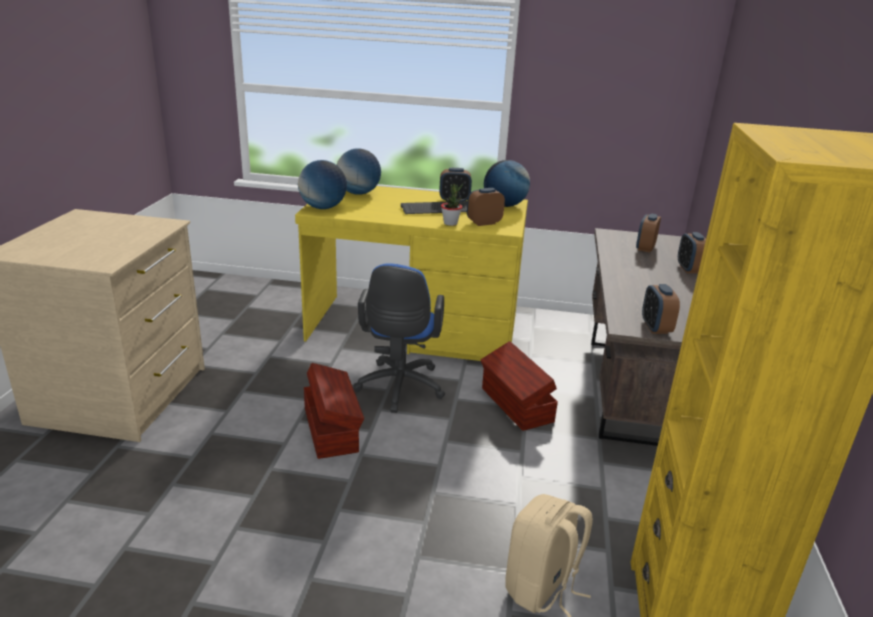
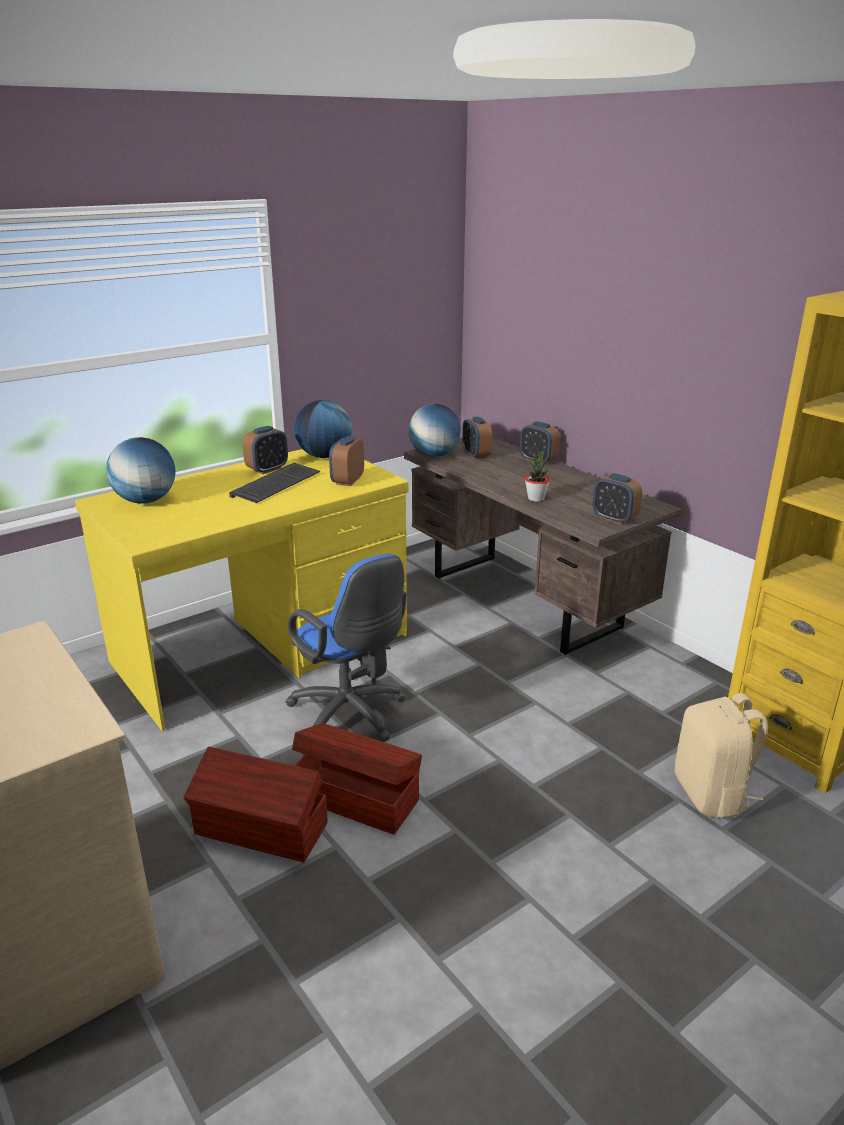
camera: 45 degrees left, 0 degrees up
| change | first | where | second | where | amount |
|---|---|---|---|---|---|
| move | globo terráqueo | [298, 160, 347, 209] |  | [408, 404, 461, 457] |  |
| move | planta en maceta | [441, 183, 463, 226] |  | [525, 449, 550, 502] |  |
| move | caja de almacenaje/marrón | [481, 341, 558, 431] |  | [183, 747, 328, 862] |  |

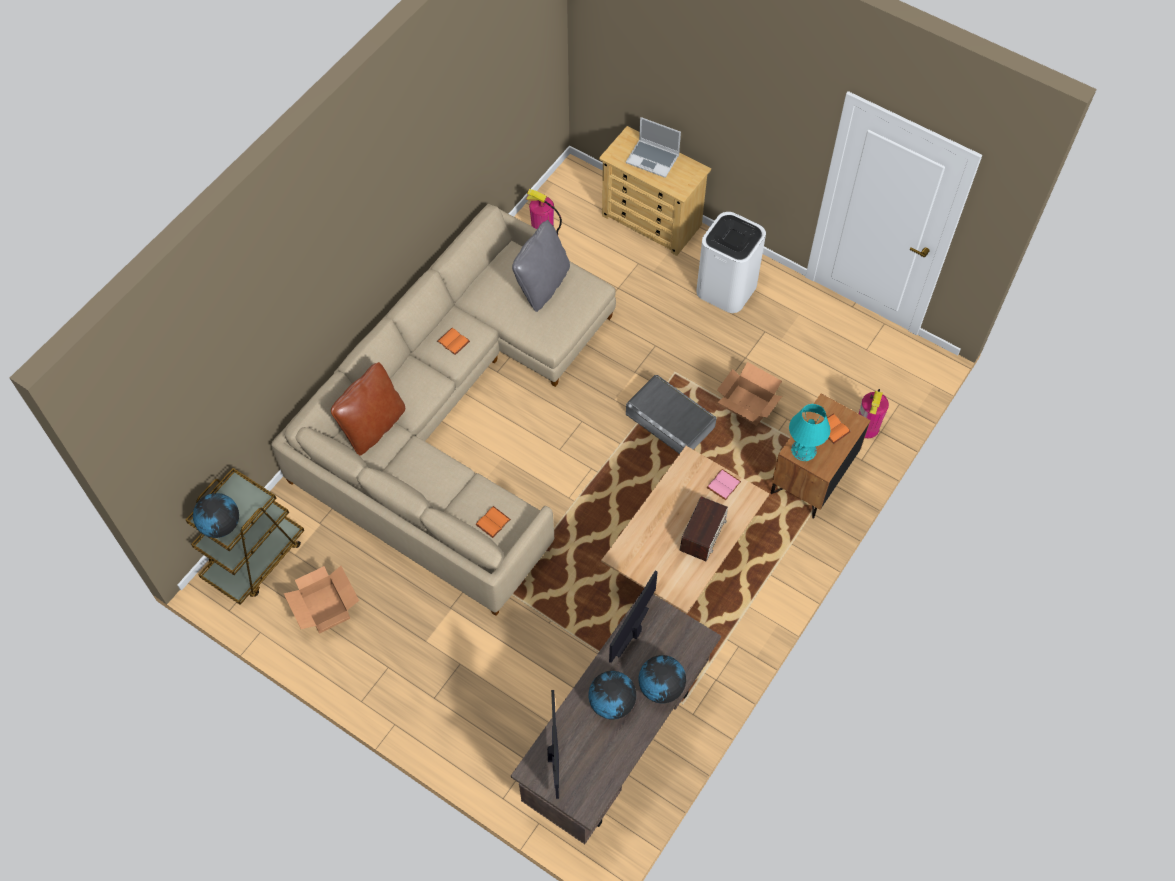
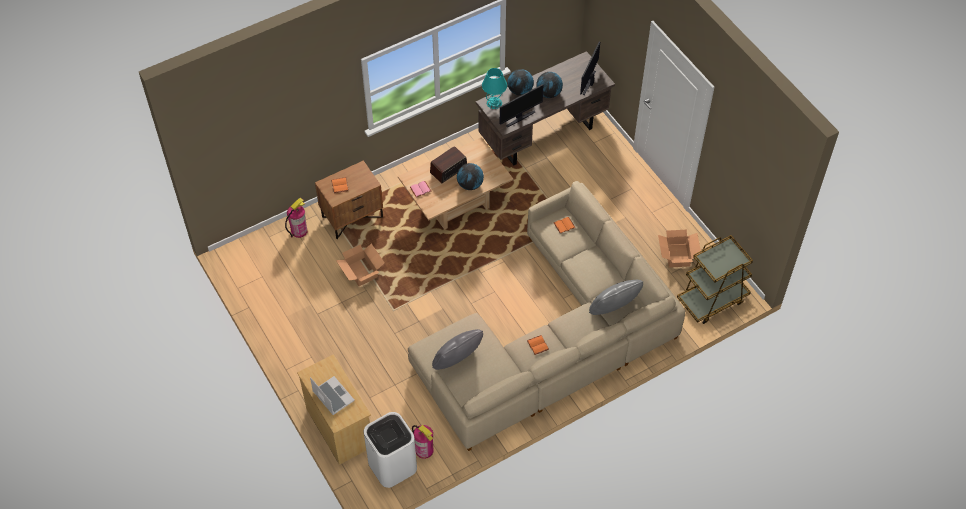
camera: 155 degrees left, 5 degrees down
| change | first | where | second | where | amount |
|---|---|---|---|---|---|
| move | globo terráqueo | [193, 493, 239, 538] |  | [457, 163, 484, 190] |  |
| recolor | cojín/marrón | [331, 362, 405, 456] | cojín/gris | [589, 280, 644, 315] |  |
| delete | caja de almacenaje/gris | [626, 375, 716, 454] |  |  |  |
| move | papelera/blanco | [696, 212, 766, 313] |  | [364, 412, 417, 488] |  |
| move | lámpara de mesa/turquesa | [789, 404, 830, 461] |  | [482, 68, 507, 109] |  |

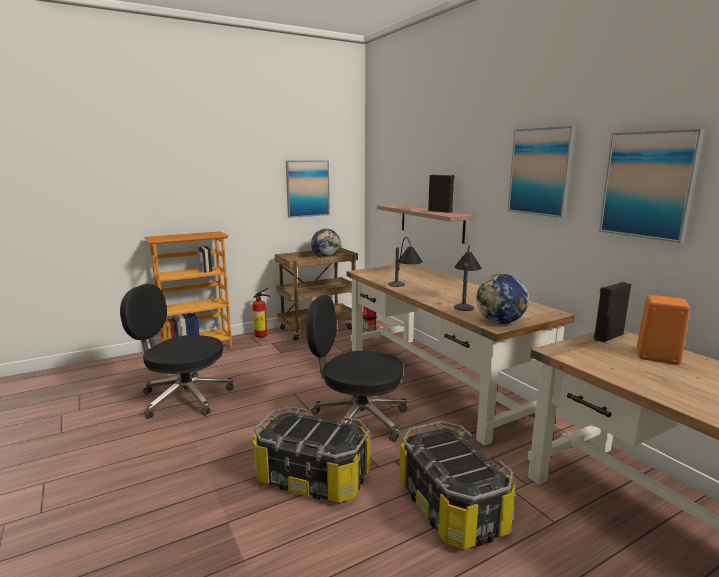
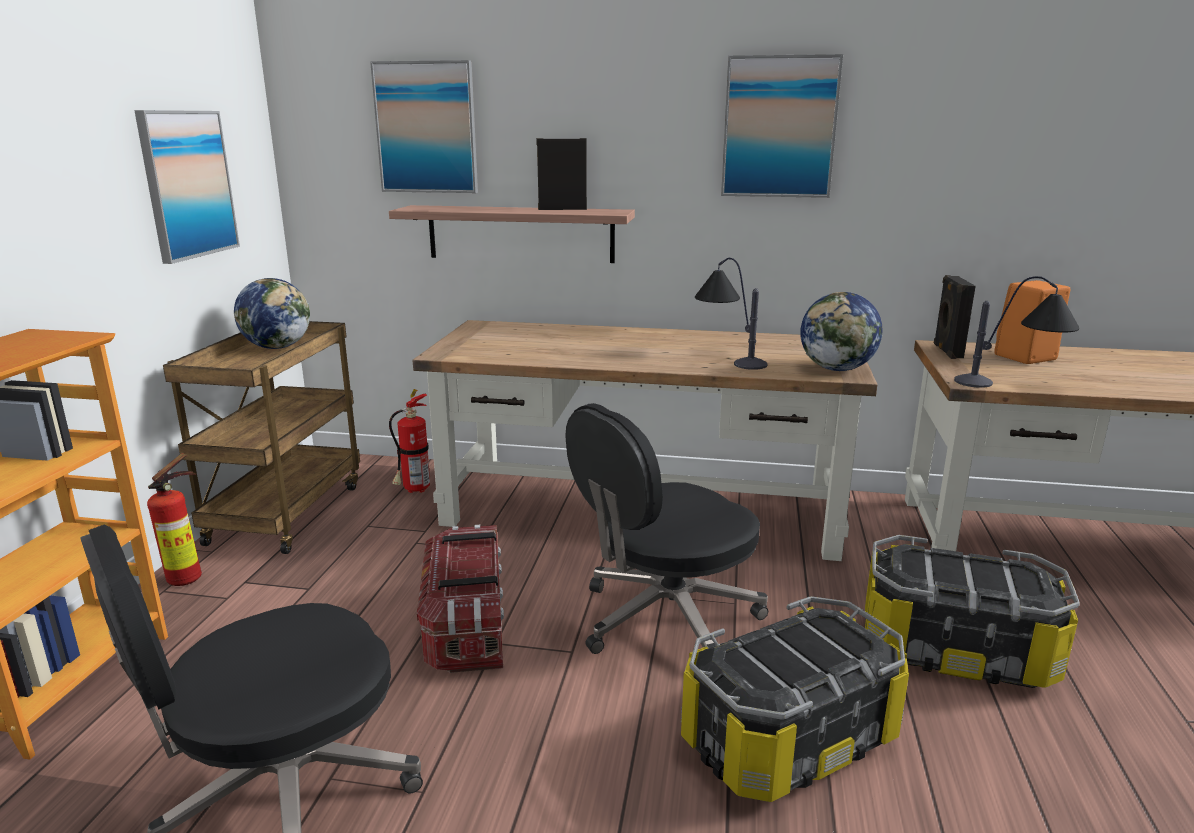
camera: 50 degrees left, 5 degrees up
| change | first | where | second | where | amount |
|---|---|---|---|---|---|
| move | lámpara de mesa | [388, 237, 423, 287] |  | [954, 276, 1080, 388] |  |
| move | cuadro | [599, 129, 705, 243] |  | [370, 60, 478, 193] |  |
| insert |  |  | caja de almacenaje | [417, 525, 504, 673] |  |

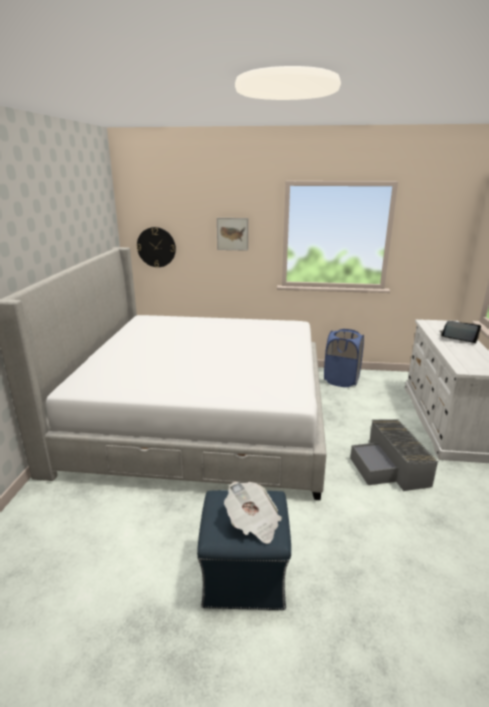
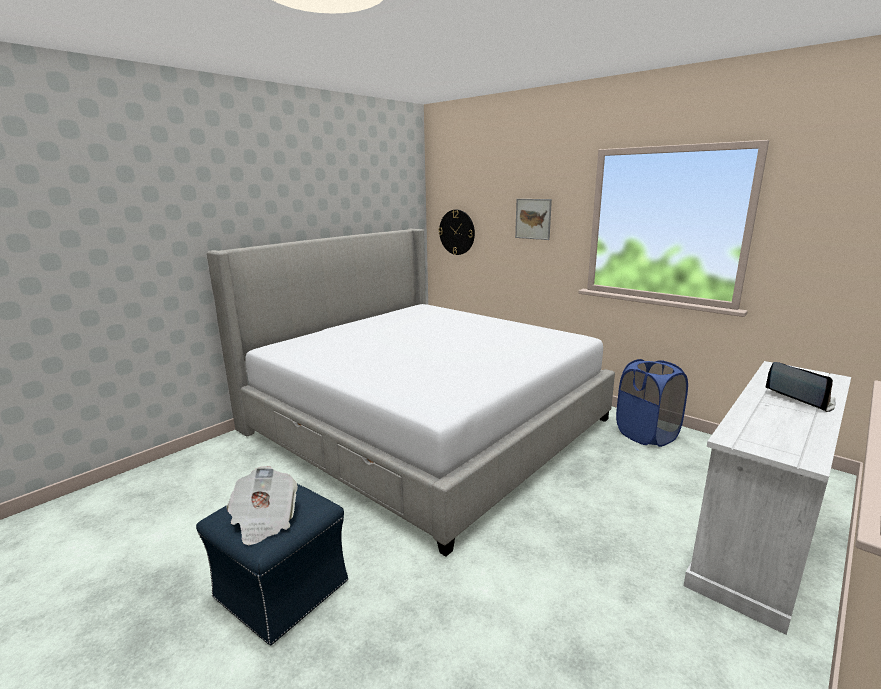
camera: 35 degrees right, 5 degrees down
| change | first | where | second | where | amount |
|---|---|---|---|---|---|
| delete | caja de almacenaje/gris | [350, 419, 439, 491] |  |  |  |

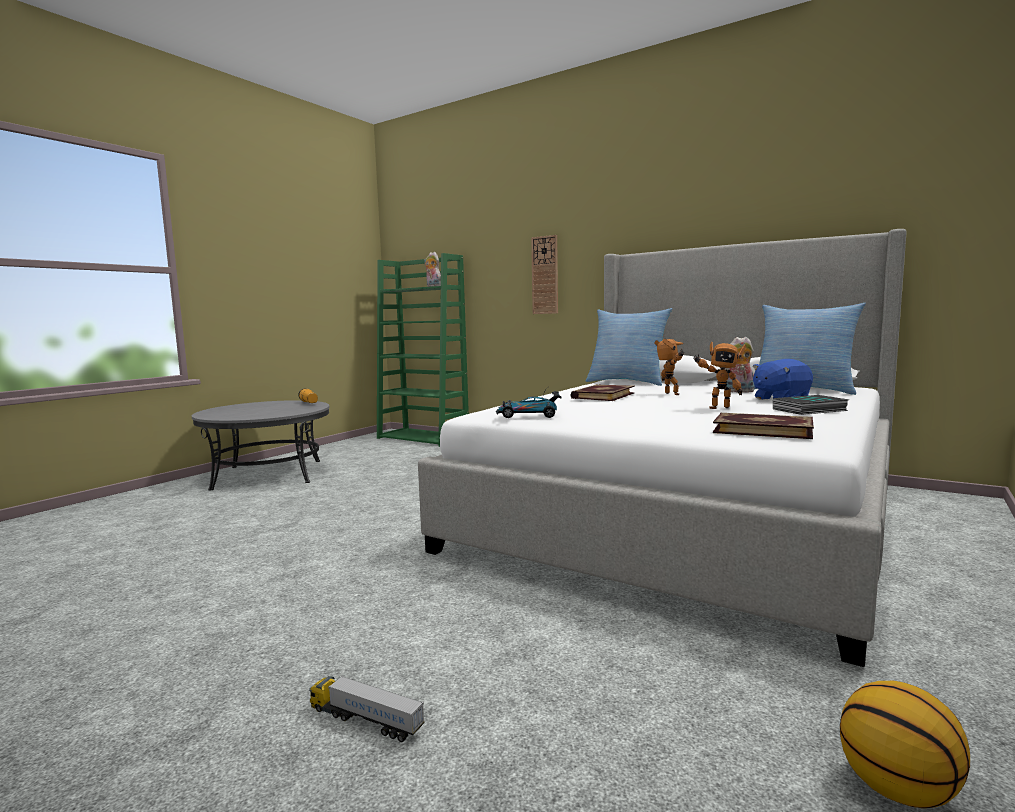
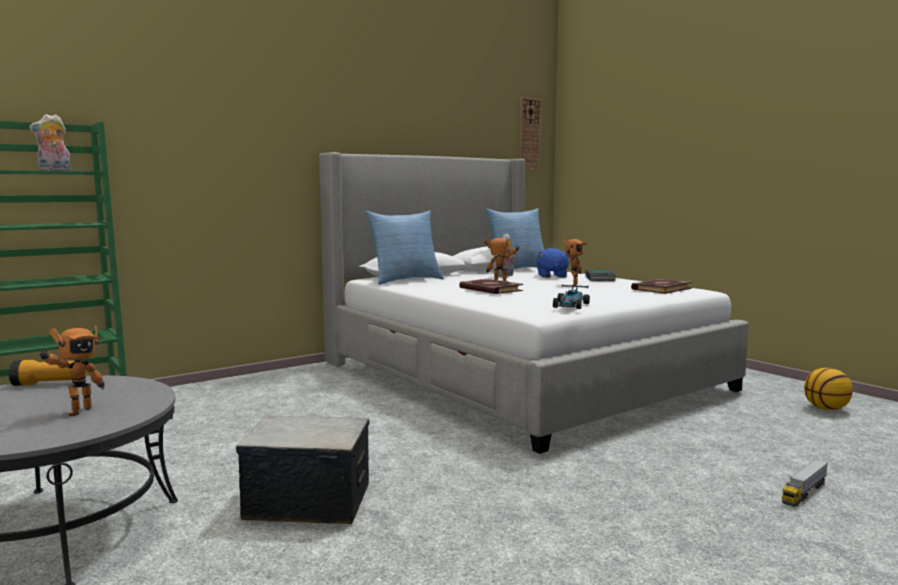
camera: 70 degrees left, 0 degrees up
| change | first | where | second | where | amount |
|---|---|---|---|---|---|
| move | reloj de pared | [531, 235, 558, 314] |  | [520, 97, 541, 170] |  |
| insert |  |  | robot de juguete | [39, 325, 105, 416] |  |
| insert |  |  | caja de almacenaje | [236, 415, 370, 524] |  |

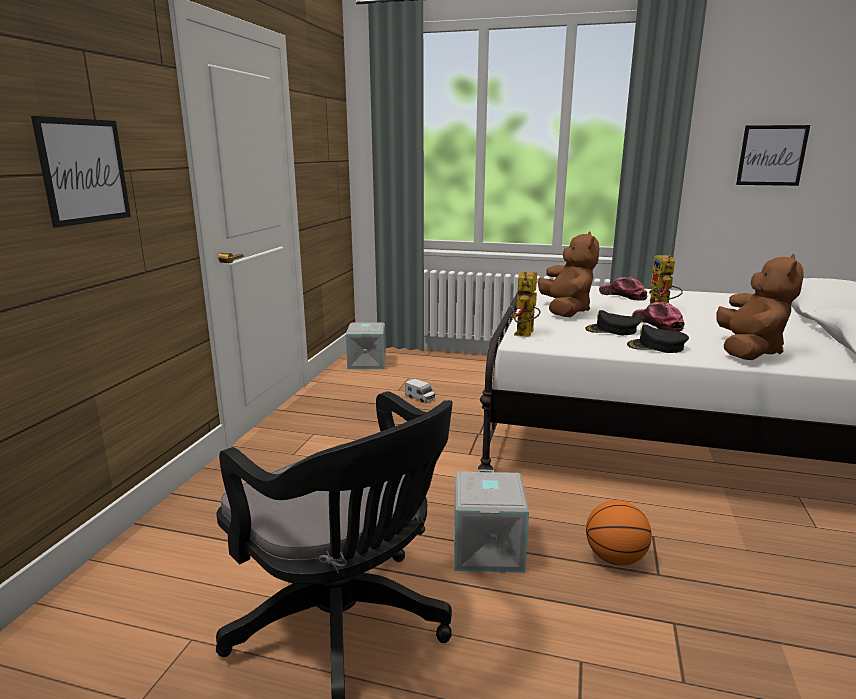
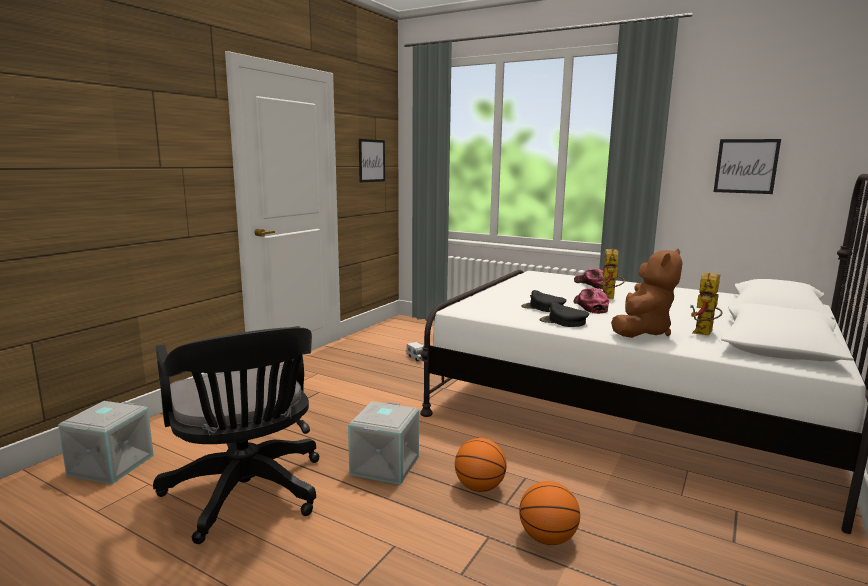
camera: 15 degrees right, 5 degrees down
| change | first | where | second | where | amount |
|---|---|---|---|---|---|
| move | cuadro | [31, 116, 131, 228] |  | [359, 139, 385, 182] |  |
| move | caja de almacenaje/gris | [346, 322, 386, 369] |  | [58, 401, 154, 484] |  |
| move | robot de juguete | [510, 271, 541, 336] |  | [690, 272, 723, 336] |  |
| delete | peluche/marrón | [538, 231, 599, 317] |  |  |  |
| insert |  |  | balón de baloncesto | [519, 481, 580, 545] |  |

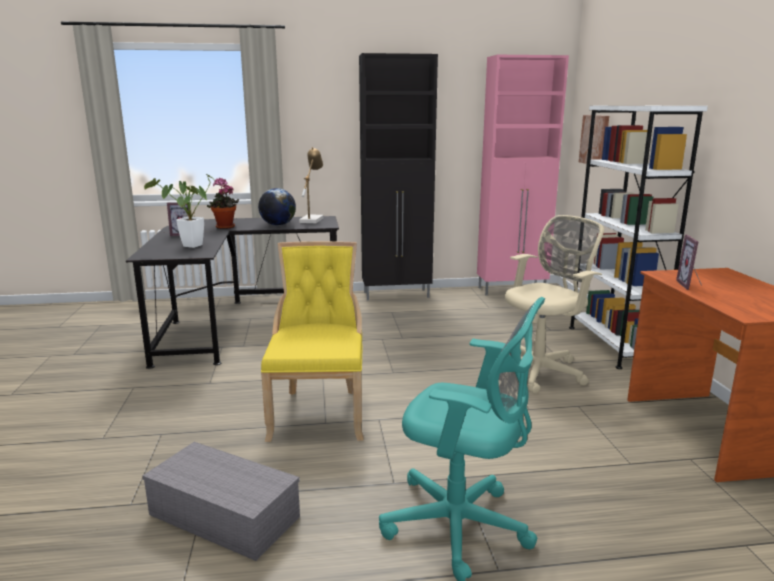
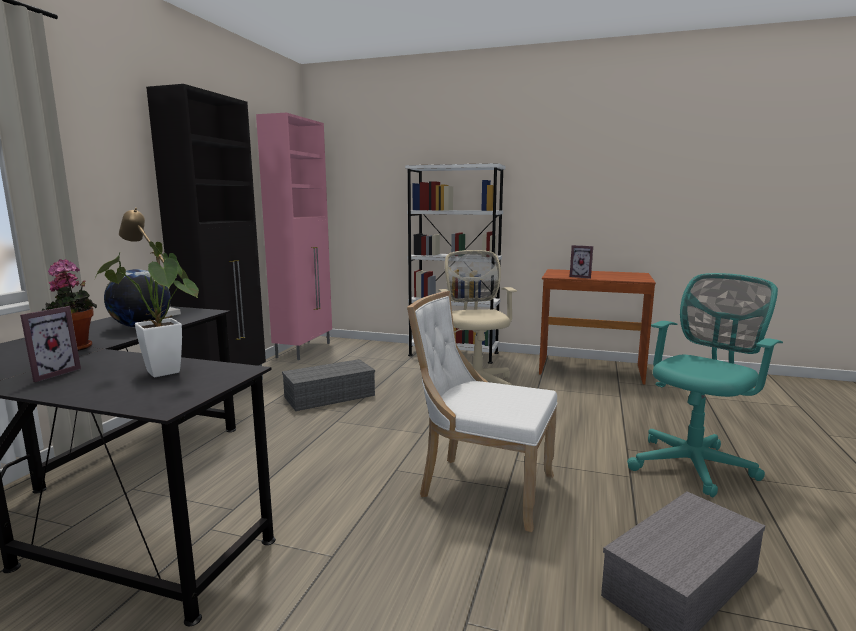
camera: 65 degrees left, 5 degrees down
| change | first | where | second | where | amount |
|---|---|---|---|---|---|
| recolor | silla/amarillo | [261, 241, 364, 442] | silla/blanco | [407, 291, 557, 532] |  |
| delete | cuadro | [579, 115, 609, 167] |  |  |  |
| insert |  |  | caja de almacenaje/gris | [282, 359, 375, 411] |  |

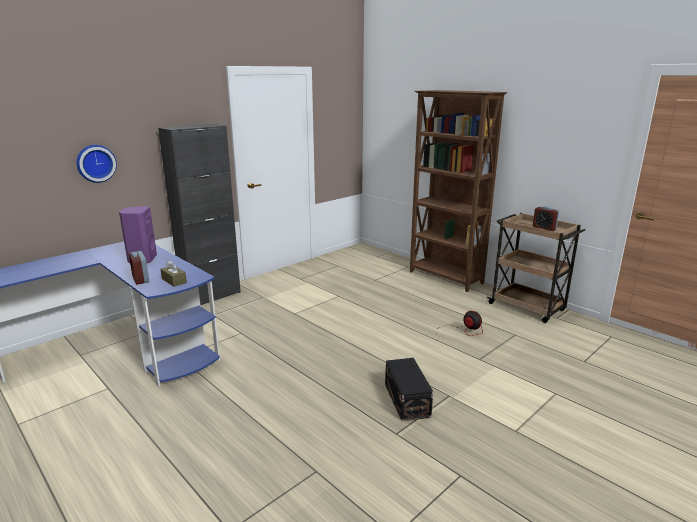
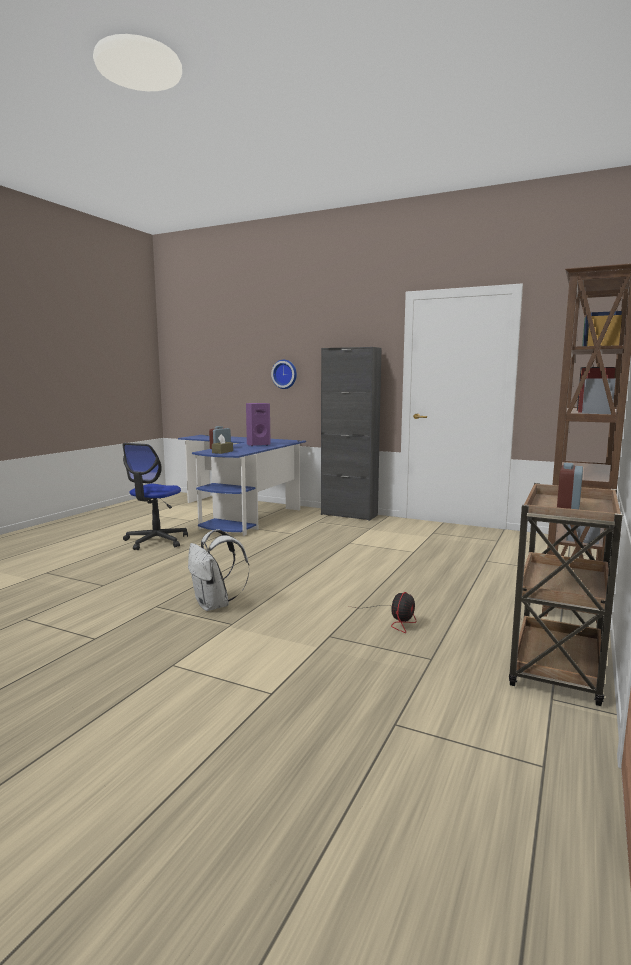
camera: 70 degrees right, 10 degrees down
| change | first | where | second | where | amount |
|---|---|---|---|---|---|
| replace | caja de almacenaje/negro | [385, 358, 433, 421] | mochila/blanco | [188, 529, 250, 611] |  |
| insert |  |  | silla de oficina | [123, 443, 188, 550] |  |

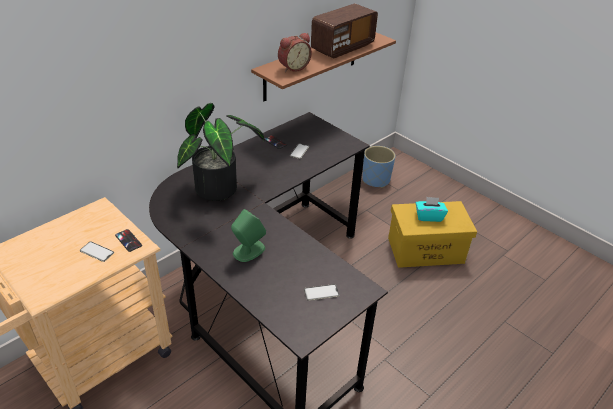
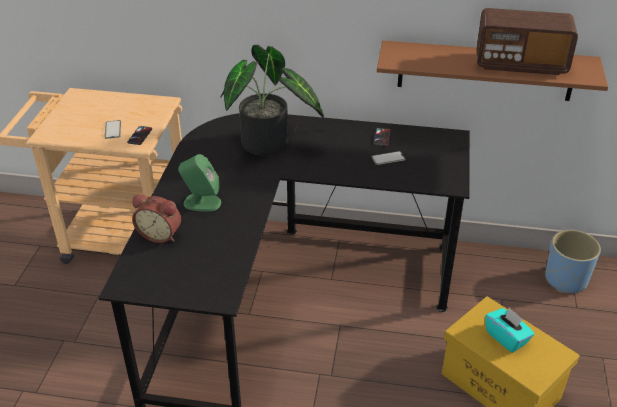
camera: 55 degrees right, 0 degrees up
| change | first | where | second | where | amount |
|---|---|---|---|---|---|
| move | despertador | [278, 33, 312, 72] |  | [132, 194, 181, 243] |  |
| delete | móvil | [304, 284, 339, 301] |  |  |  |

